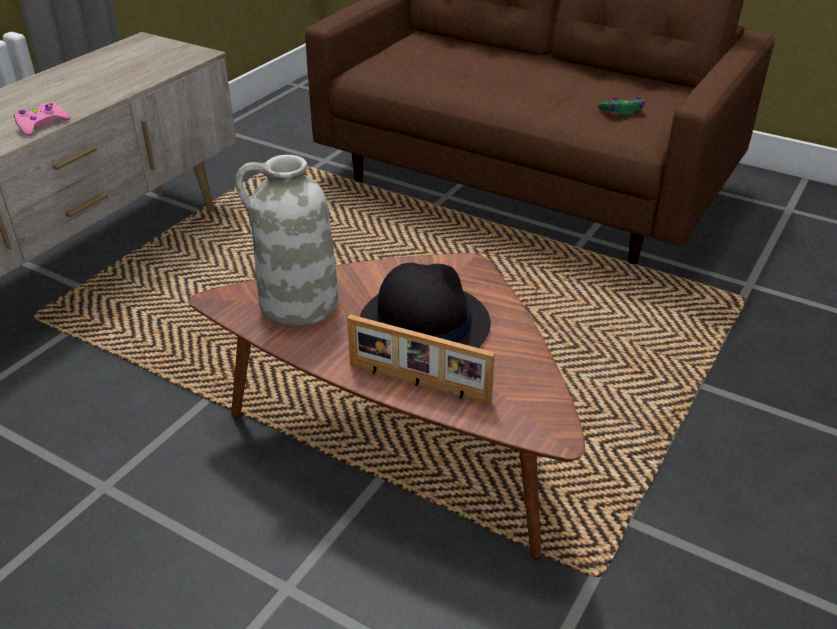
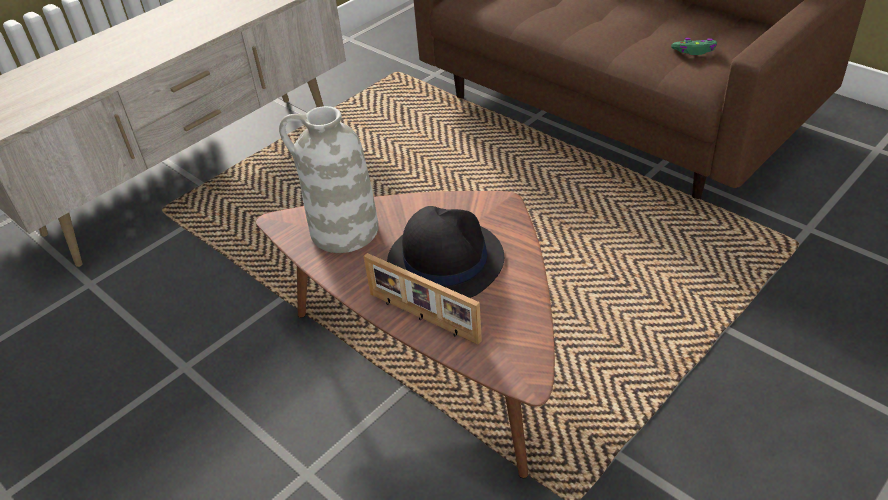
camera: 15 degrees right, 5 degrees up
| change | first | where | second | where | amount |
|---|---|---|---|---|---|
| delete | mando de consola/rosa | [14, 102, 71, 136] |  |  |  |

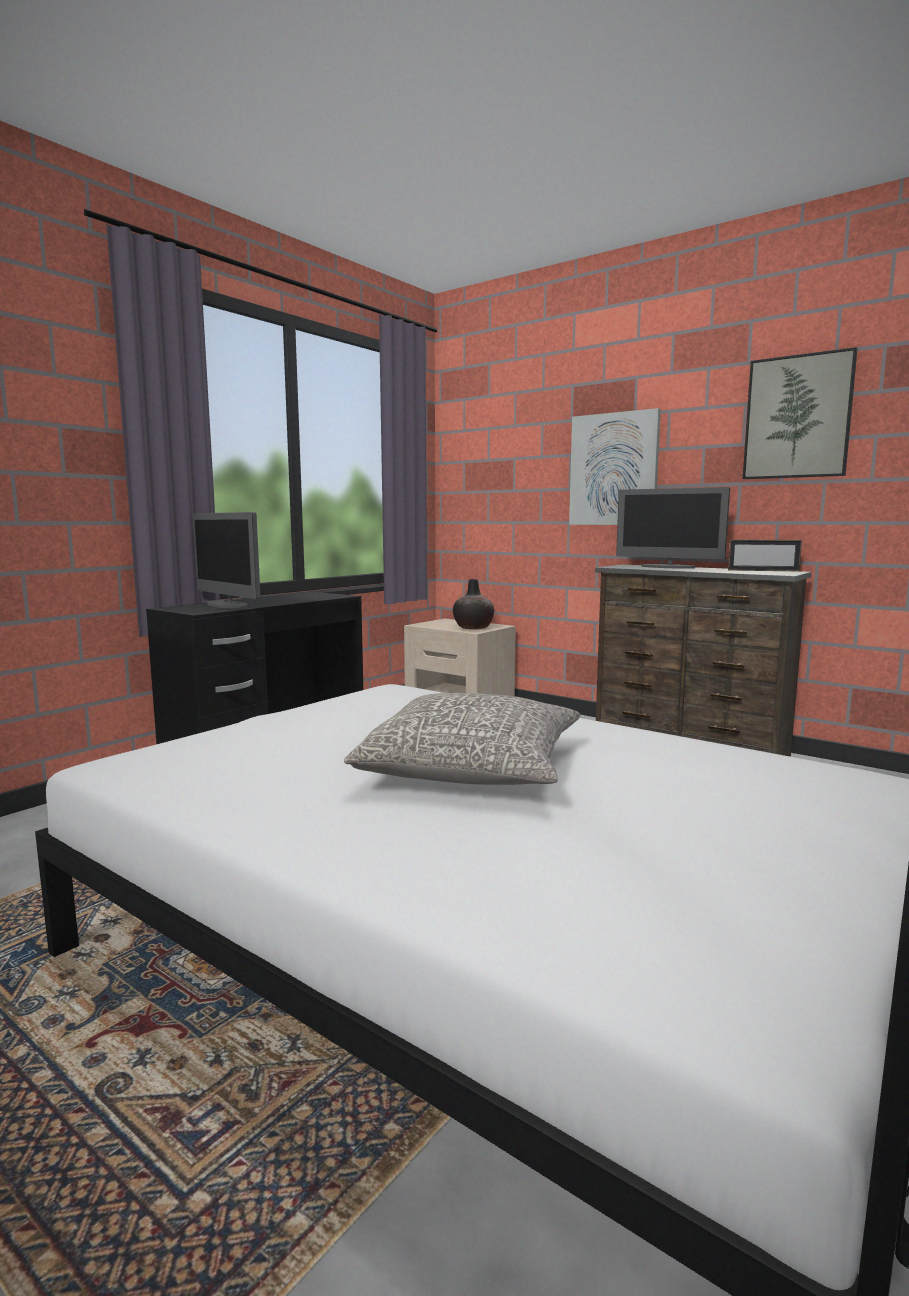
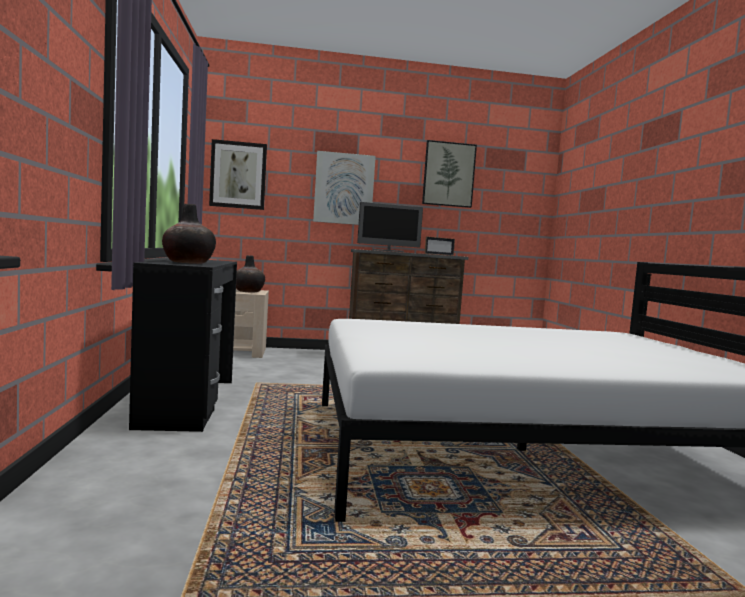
camera: 45 degrees left, 5 degrees down
| change | first | where | second | where | amount |
|---|---|---|---|---|---|
| replace | monitor | [193, 512, 261, 609] | florero | [162, 204, 216, 264] |  |
| delete | cojín/gris | [344, 693, 580, 785] |  |  |  |
| insert |  |  | cuadro | [209, 139, 267, 210] |  |

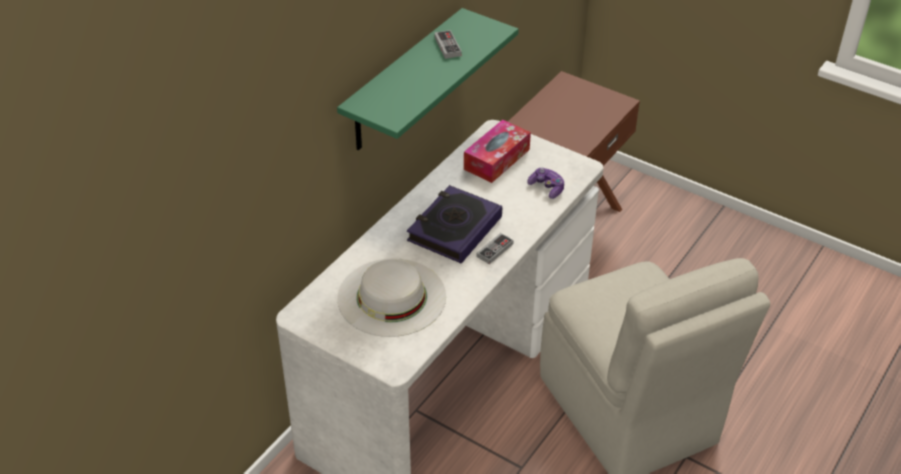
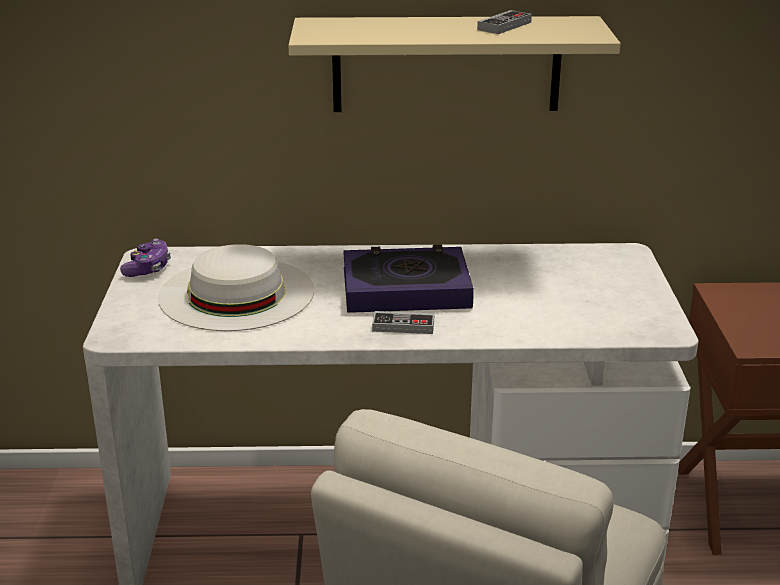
camera: 55 degrees right, 15 degrees down
| change | first | where | second | where | amount |
|---|---|---|---|---|---|
| recolor | estante/verde | [337, 8, 519, 150] | estante/beis | [288, 16, 621, 112] |  |
| delete | caja de pañuelos | [464, 120, 531, 183] |  |  |  |
| move | mando de consola | [527, 168, 564, 199] |  | [120, 238, 171, 277] |  |

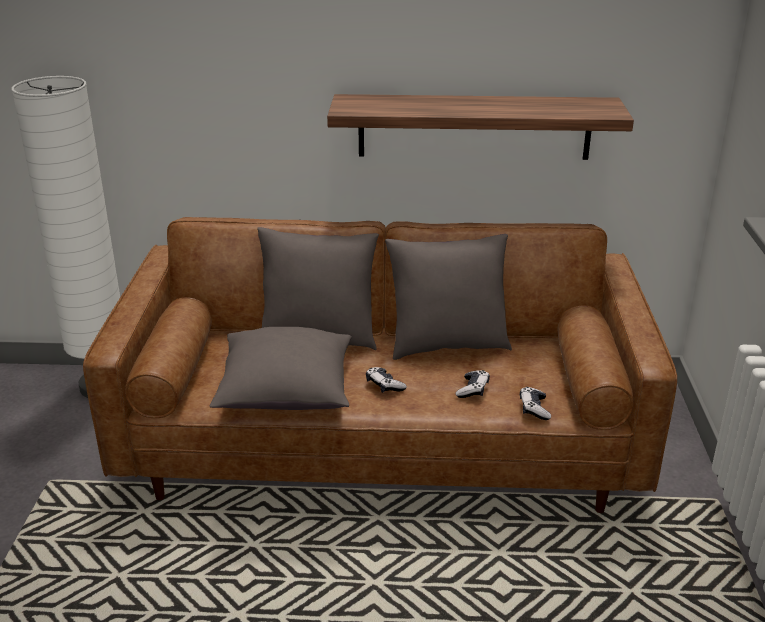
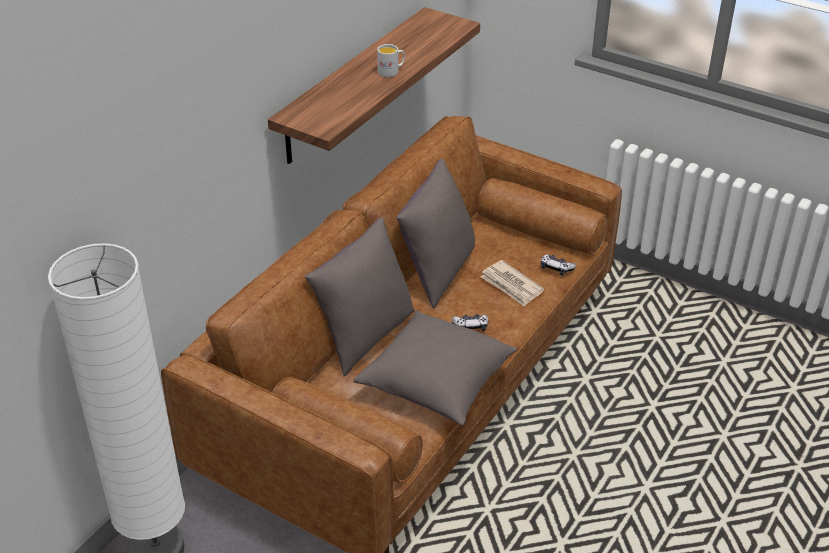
camera: 60 degrees left, 10 degrees up
| change | first | where | second | where | amount |
|---|---|---|---|---|---|
| replace | mando de consola | [456, 370, 490, 398] | periódico | [480, 260, 544, 307] |  |
| insert |  |  | taza grande/blanco | [377, 44, 405, 77] |  |

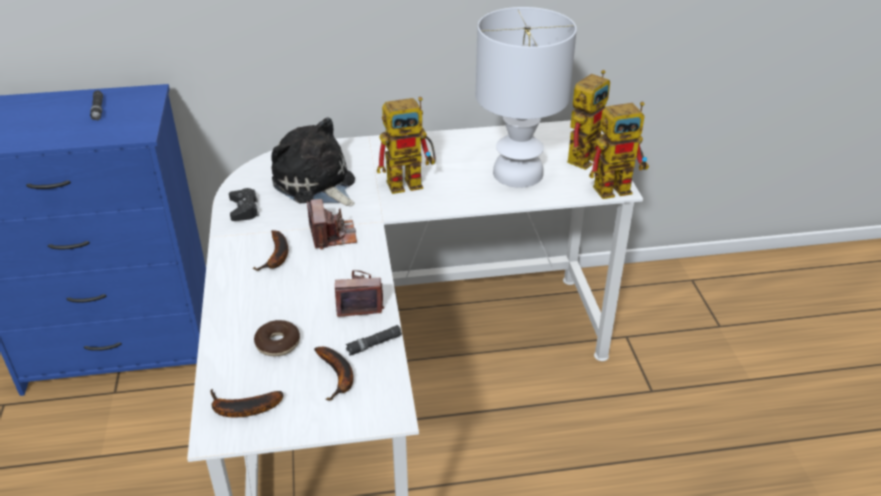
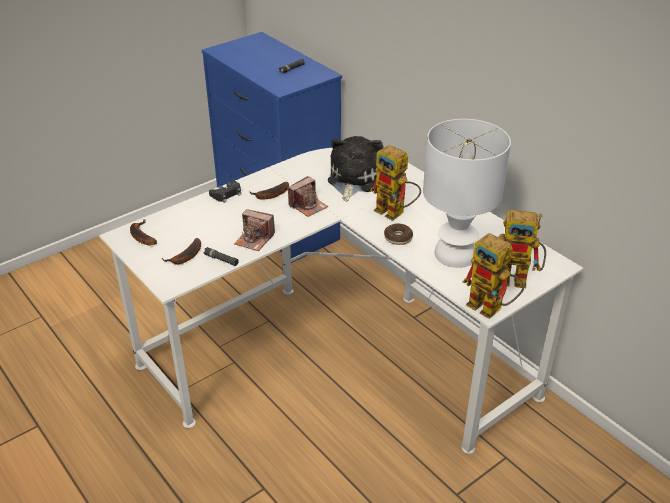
camera: 60 degrees right, 0 degrees up
| change | first | where | second | where | amount |
|---|---|---|---|---|---|
| move | mando de consola/negro | [229, 188, 259, 221] |  | [209, 180, 241, 203] |  |
| move | rosquilla | [254, 320, 300, 356] |  | [384, 224, 413, 245] |  |
| rotate | cámara | [335, 270, 384, 317] |  | [234, 209, 275, 251] | 150 degrees clockwise |

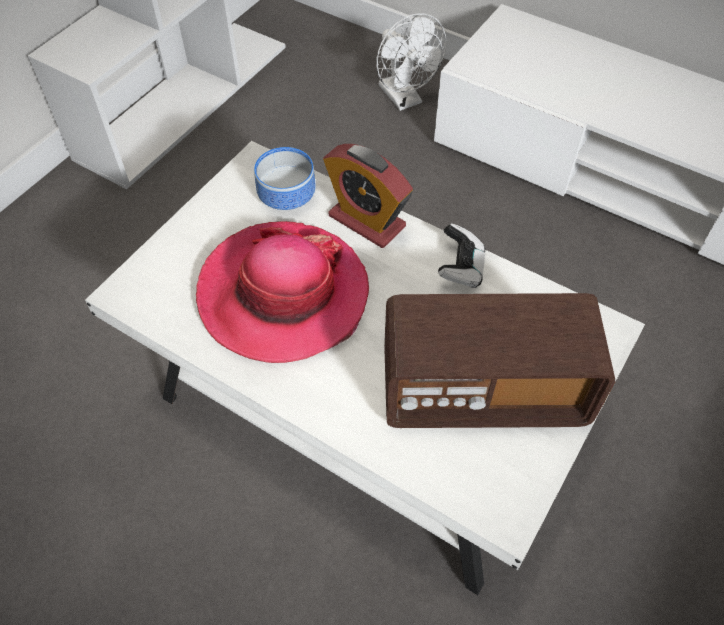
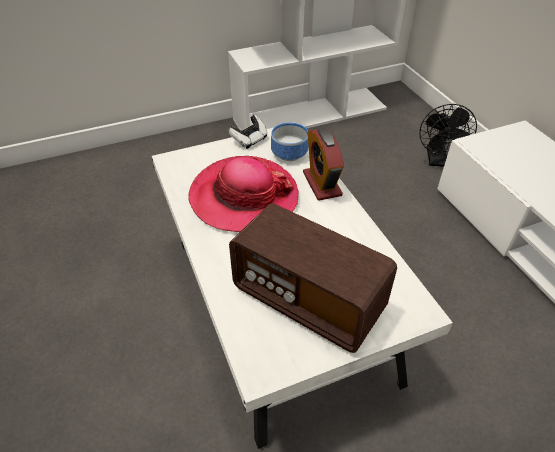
camera: 35 degrees right, 10 degrees down
| change | first | where | second | where | amount |
|---|---|---|---|---|---|
| recolor | ventilador/blanco | [376, 13, 446, 111] | ventilador/negro | [419, 104, 477, 167] |  |
| move | mando de consola | [438, 223, 485, 288] |  | [228, 115, 267, 149] |  |

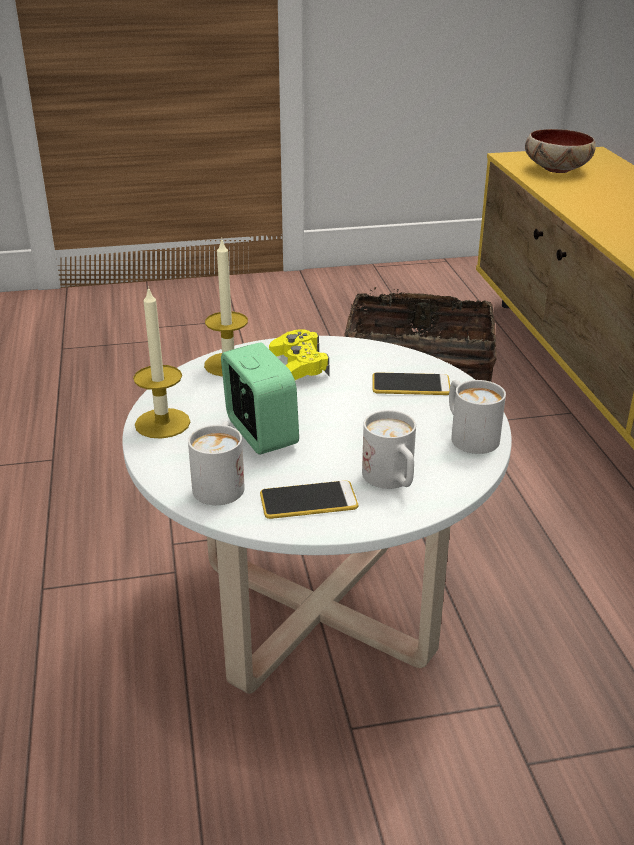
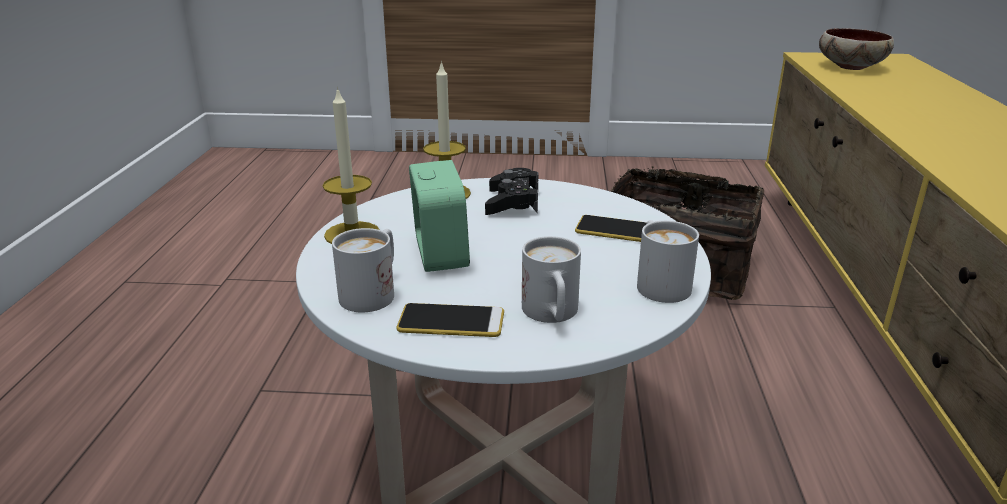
camera: 15 degrees right, 5 degrees down
| change | first | where | second | where | amount |
|---|---|---|---|---|---|
| recolor | mando de consola/amarillo | [269, 329, 330, 380] | mando de consola/negro | [485, 168, 539, 215] |  |

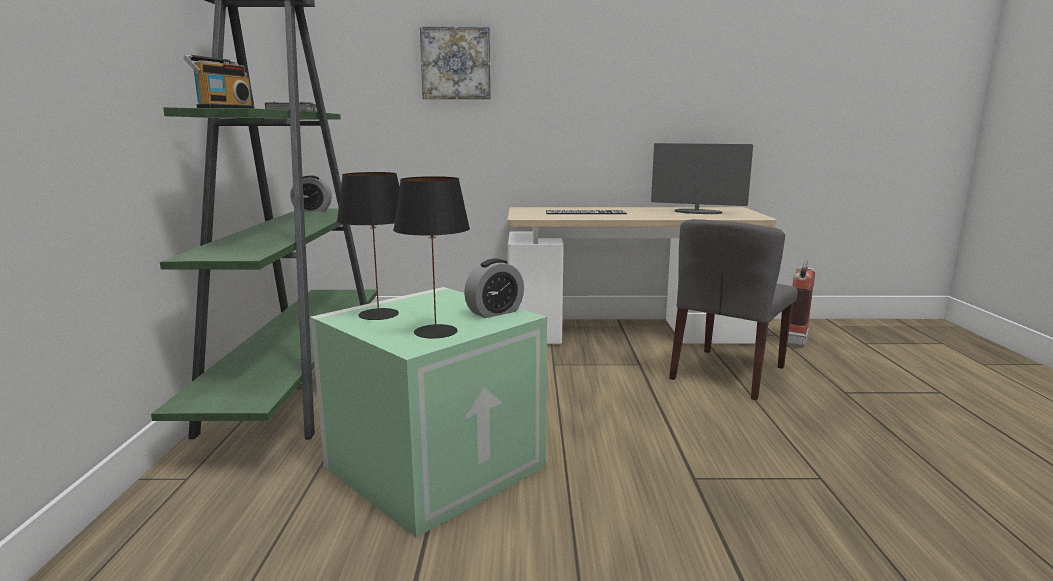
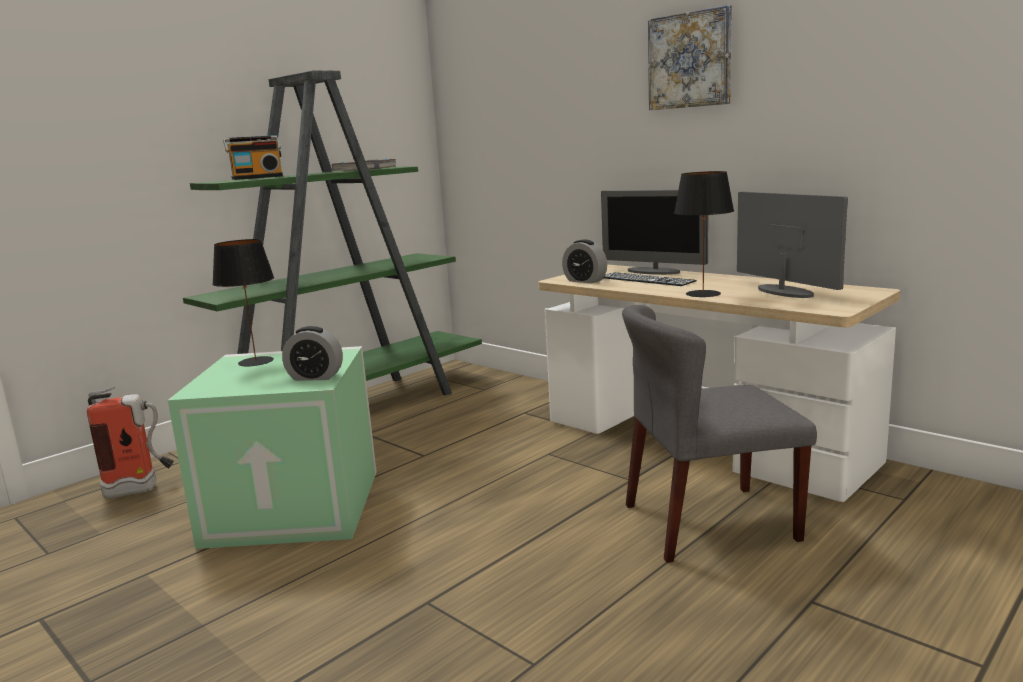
camera: 45 degrees right, 0 degrees up
| change | first | where | second | where | amount |
|---|---|---|---|---|---|
| move | despertador | [290, 175, 332, 212] |  | [562, 239, 607, 283] |  |
| move | lámpara de mesa/negro | [393, 176, 470, 339] |  | [674, 171, 734, 297] |  |
| move | cuadro | [420, 27, 491, 99] |  | [648, 5, 732, 110] |  |
| move | extintor | [787, 260, 815, 347] |  | [87, 387, 174, 498] |  |
| insert |  |  | monitor | [601, 190, 708, 275] |  |

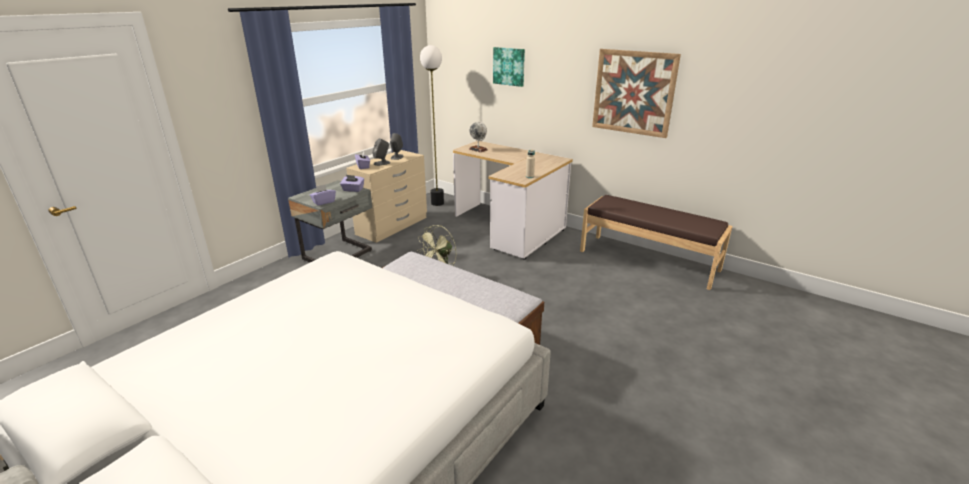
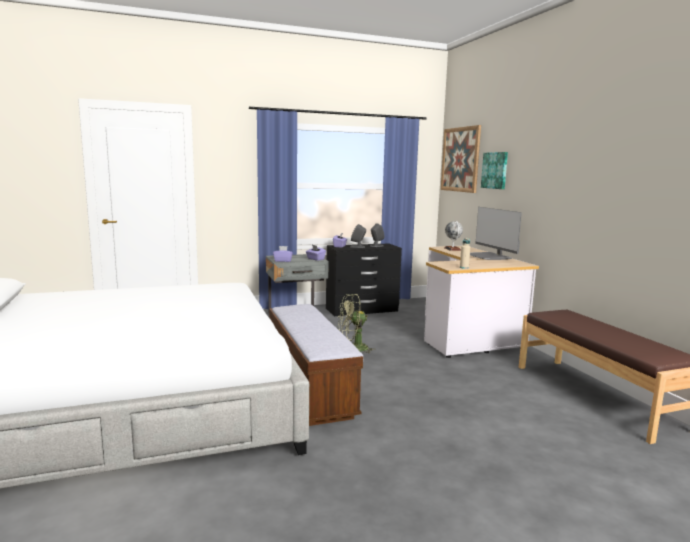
camera: 35 degrees right, 15 degrees down
| change | first | where | second | where | amount |
|---|---|---|---|---|---|
| recolor | cómoda/beis | [346, 150, 427, 243] | cómoda/negro | [326, 243, 402, 316] |  |
| delete | lámpara de pie | [420, 45, 444, 206] |  |  |  |
| move | cuadro | [592, 49, 681, 138] |  | [441, 125, 481, 193] |  |
| insert |  |  | monitor | [470, 207, 522, 260] |  |

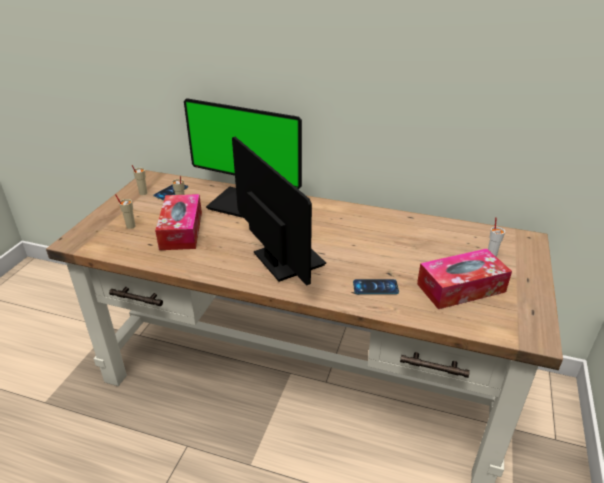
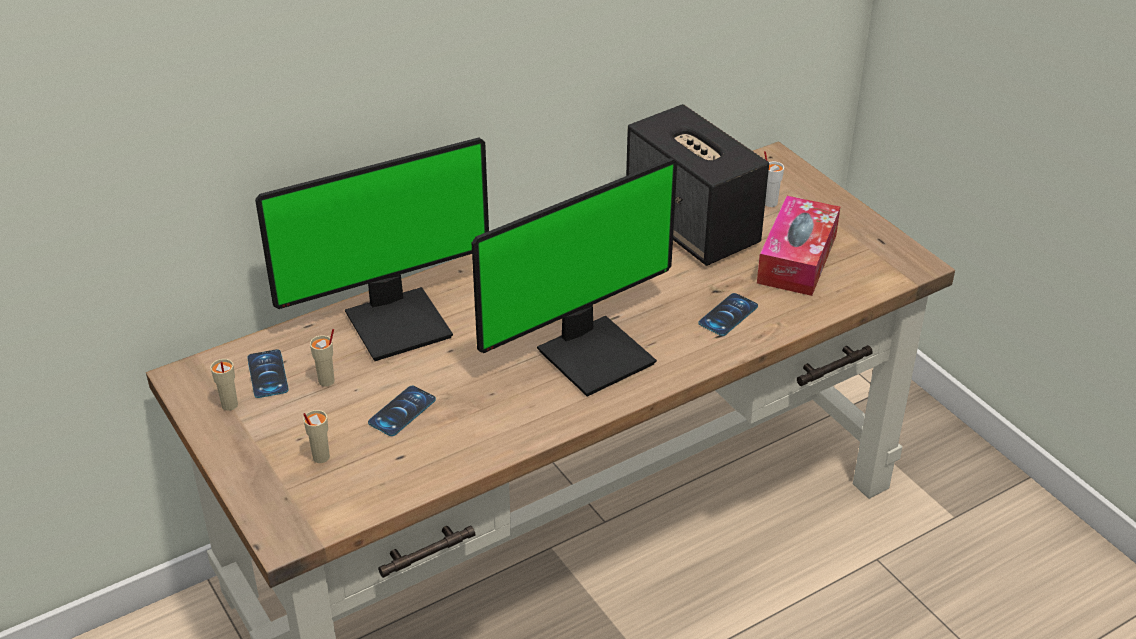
camera: 50 degrees left, 5 degrees up
| change | first | where | second | where | amount |
|---|---|---|---|---|---|
| replace | caja de pañuelos | [155, 194, 202, 250] | móvil | [368, 385, 436, 436] |  |
| rotate | monitor | [232, 137, 326, 286] |  | [472, 158, 677, 396] | 135 degrees clockwise |
| insert |  |  | altavoz | [626, 104, 769, 266] |  |

